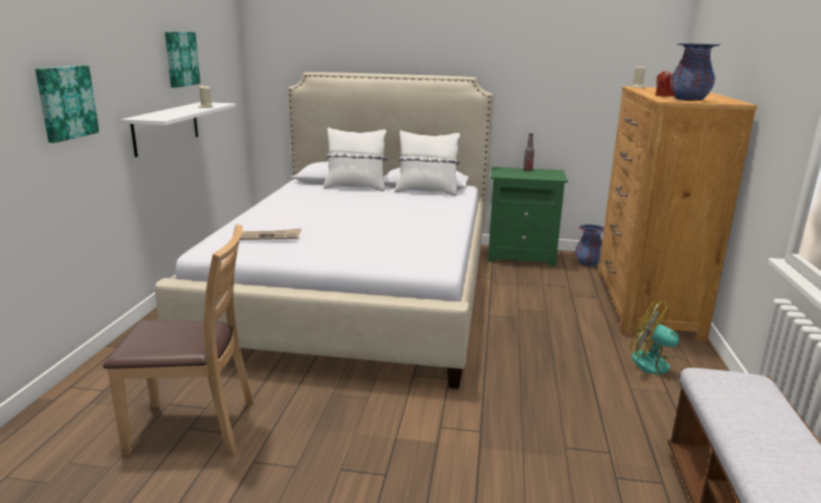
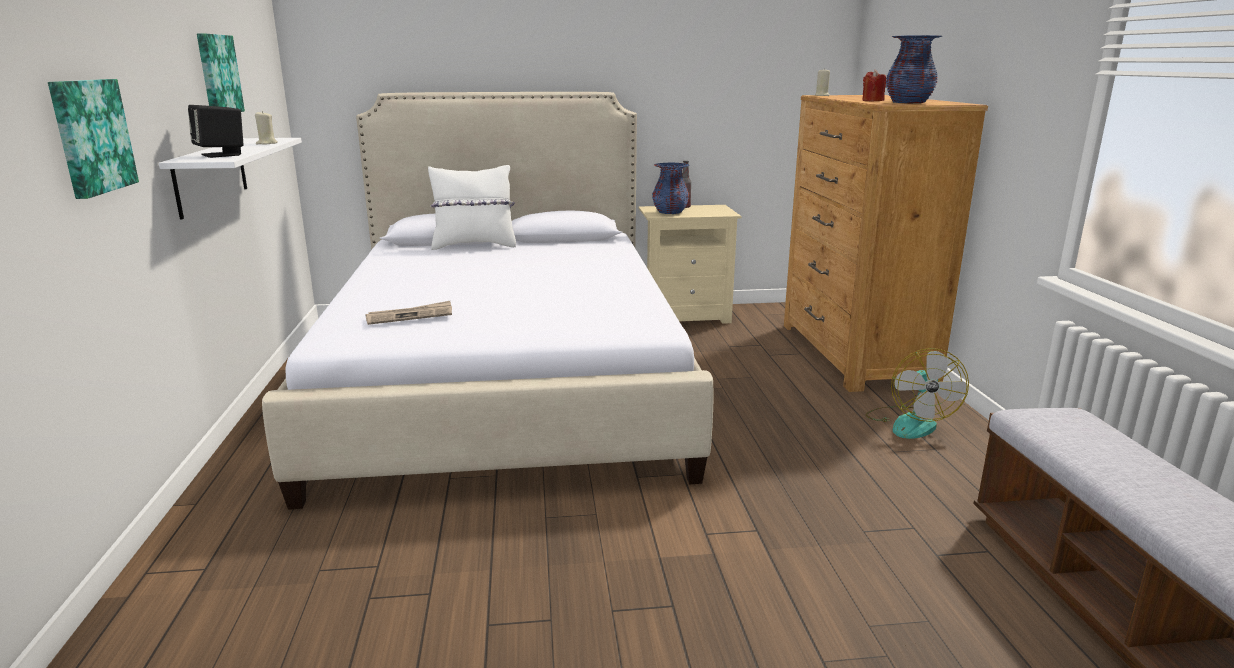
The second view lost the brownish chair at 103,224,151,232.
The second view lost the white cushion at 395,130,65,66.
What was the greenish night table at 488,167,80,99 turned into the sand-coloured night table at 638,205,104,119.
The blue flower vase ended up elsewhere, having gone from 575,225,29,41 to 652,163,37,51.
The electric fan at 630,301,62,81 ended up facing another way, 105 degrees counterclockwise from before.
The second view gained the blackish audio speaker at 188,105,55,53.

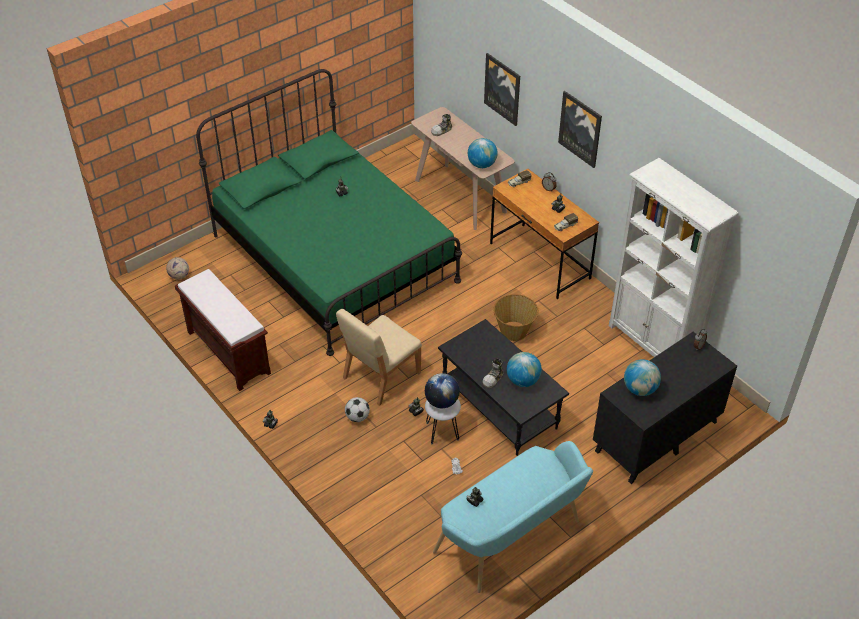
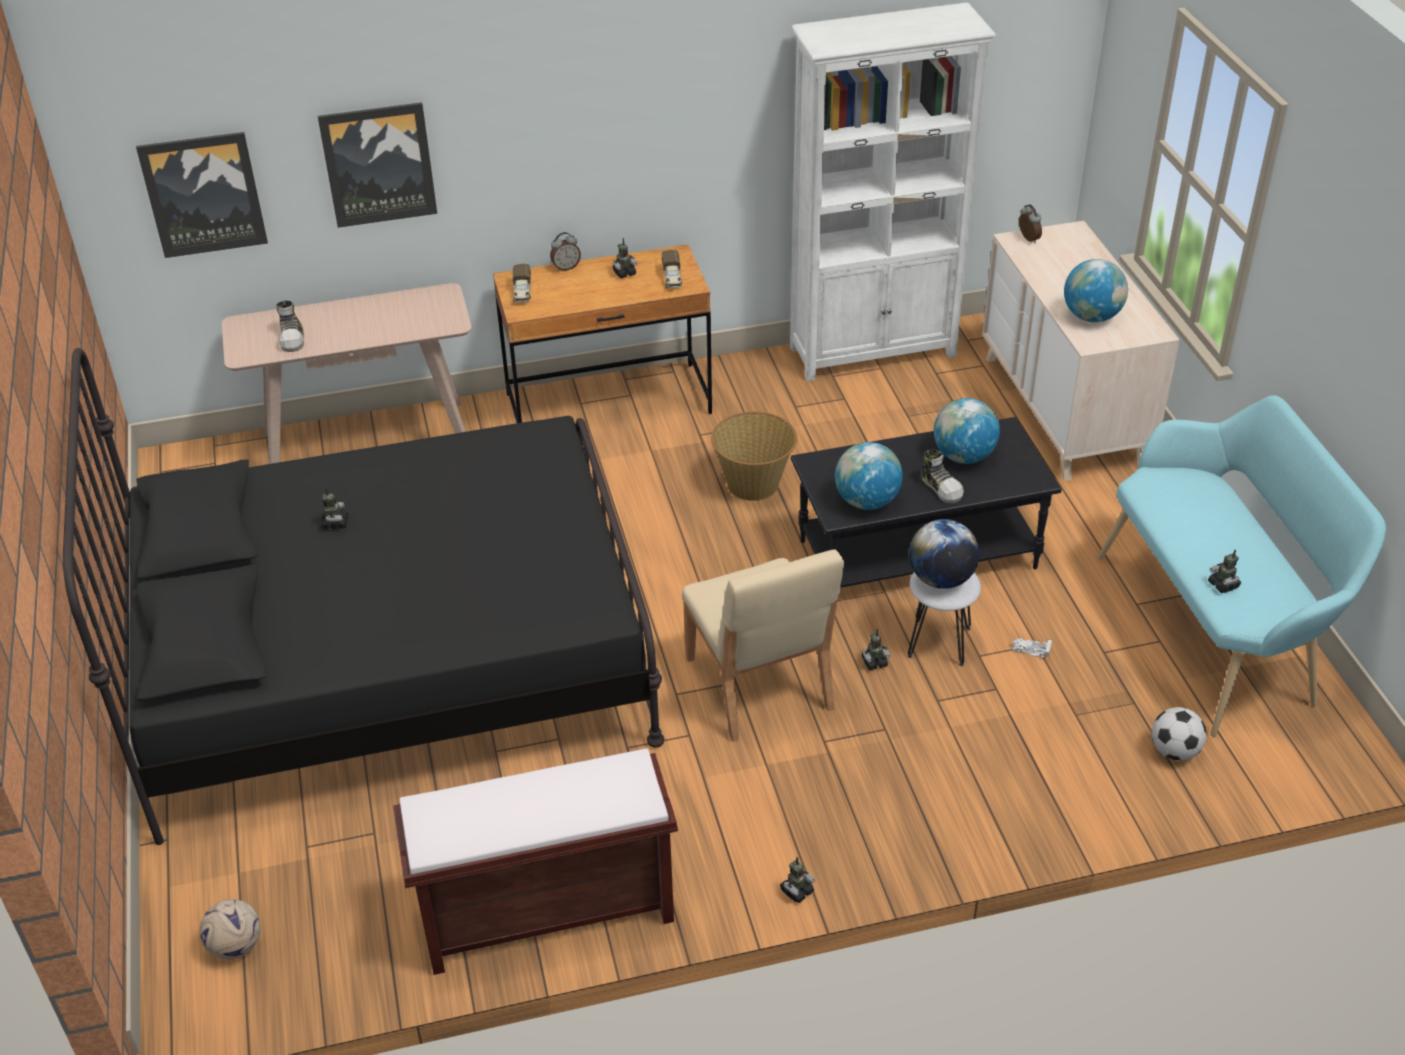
What was the greenish bed at 196,69,266,287 turned into the blackish bed at 63,348,601,497.
The ball for football ended up elsewhere, having gone from 345,397,25,25 to 1152,707,55,54.
The globe ended up elsewhere, having gone from 468,138,30,30 to 835,442,68,68.
The wall picture ended up elsewhere, having gone from 558,91,44,77 to 136,132,132,126.
What was the blackish drawer chest at 593,332,144,152 turned into the sand-coloured drawer chest at 982,221,198,260.

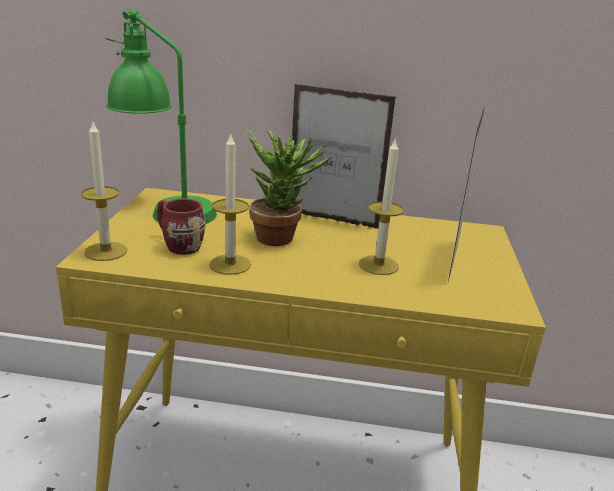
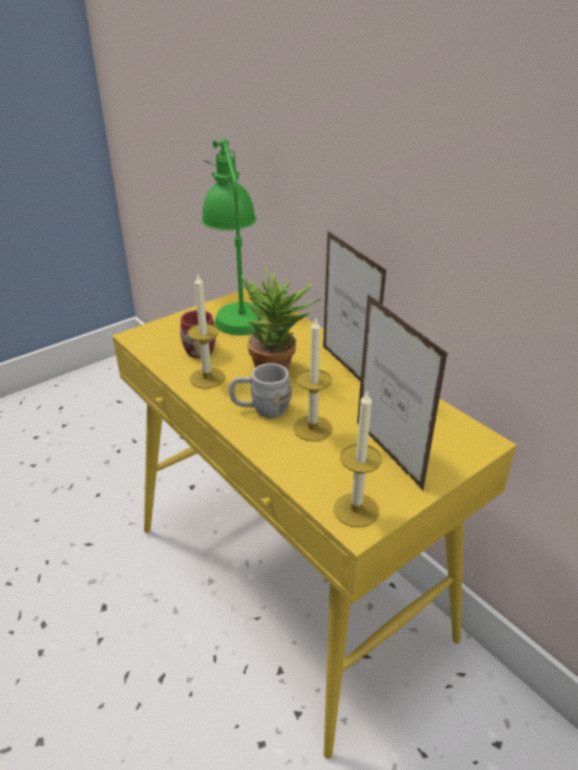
The wax light ended up elsewhere, having gone from 81,122,46,139 to 334,390,48,138.
The photo frame at 448,106,37,175 ended up facing another way, 90 degrees clockwise from before.
The second view gained the grey mug at 229,363,63,55.

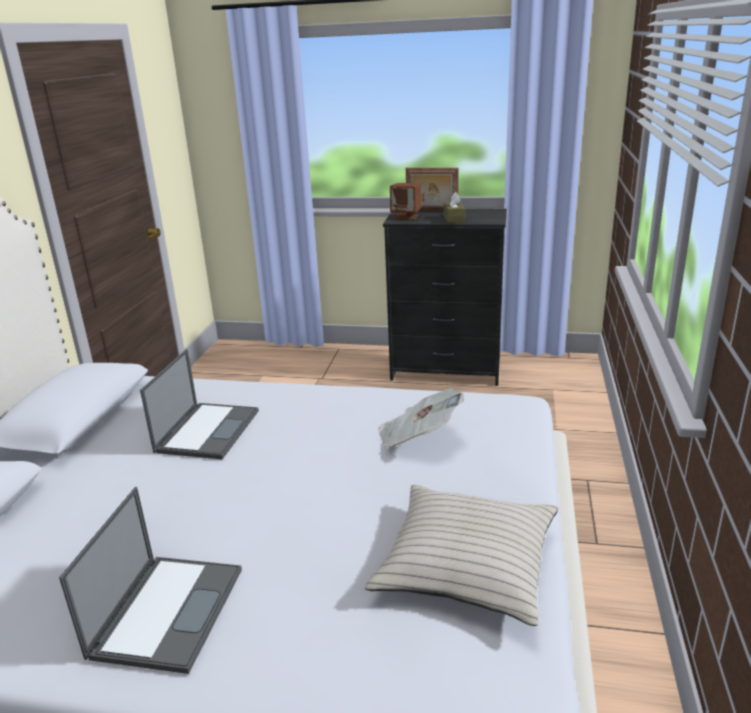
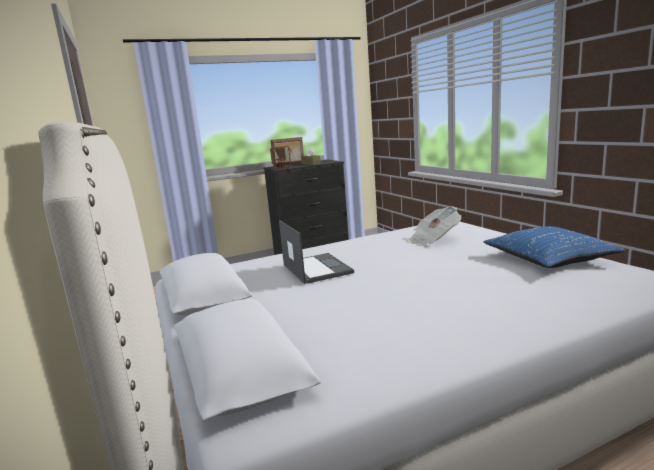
The second view lost the notebook computer at 59,487,183,187.
What was the sand-coloured cushion at 365,485,193,141 turned into the blue cushion at 483,226,142,42.

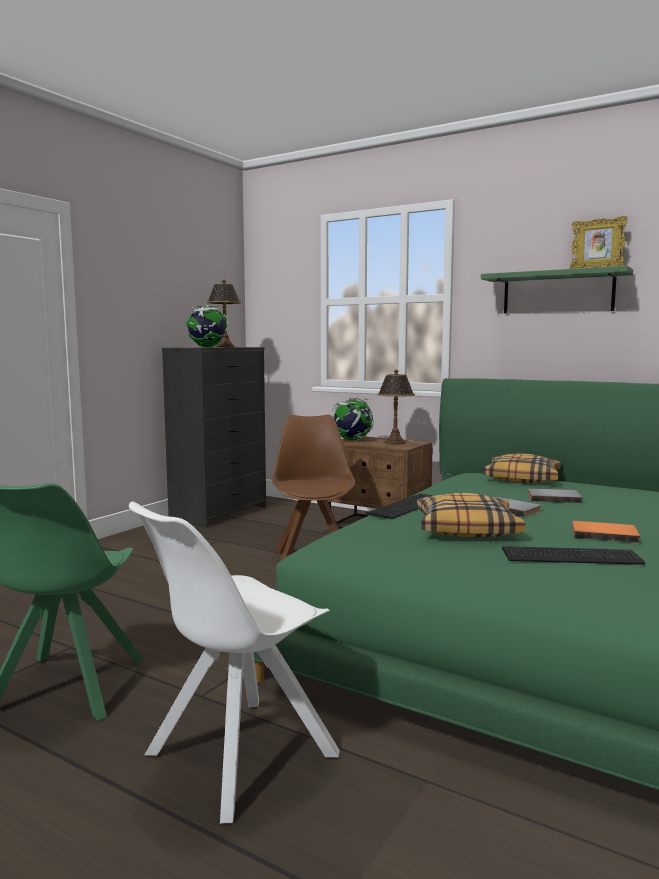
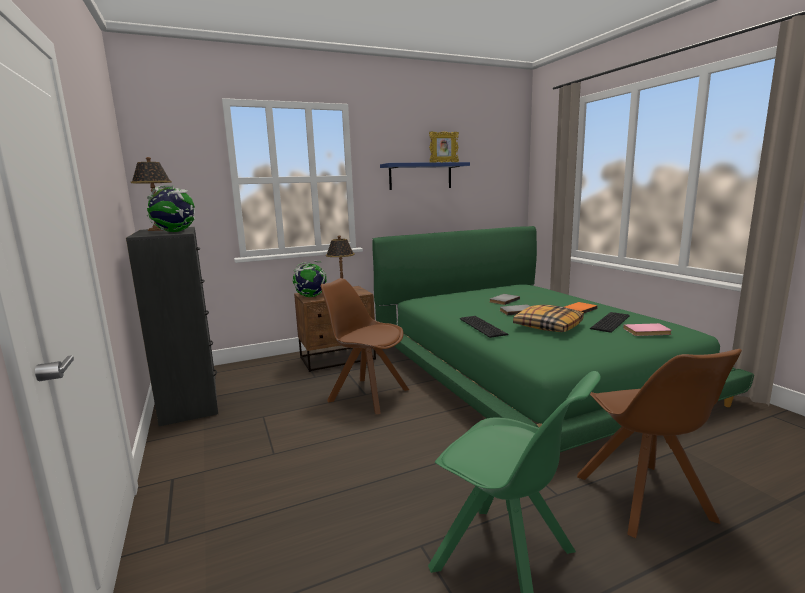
What was the white chair at 129,502,211,322 turned into the brownish chair at 577,349,165,189.
What was the greenish bracket shelf at 481,266,152,47 turned into the blue bracket shelf at 380,162,90,28.
The second view lost the cushion at 483,454,78,29.
The second view gained the pinkish volume at 623,323,49,13.

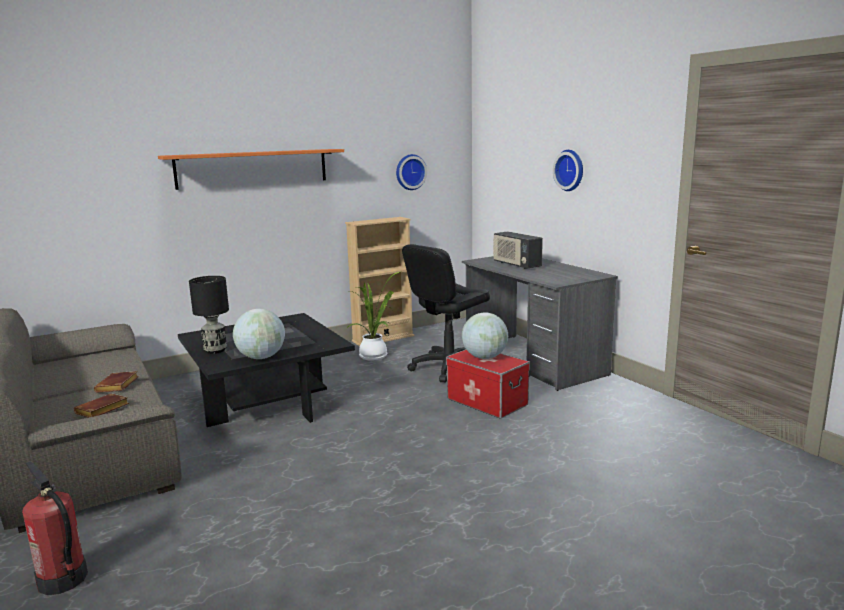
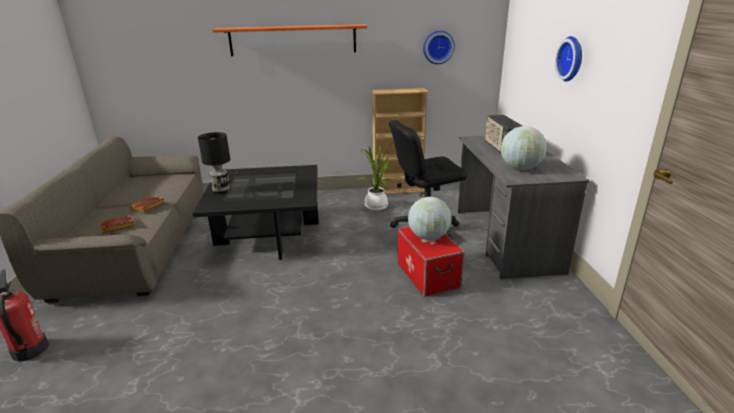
The globe ended up elsewhere, having gone from 233,309,52,50 to 501,126,46,44.

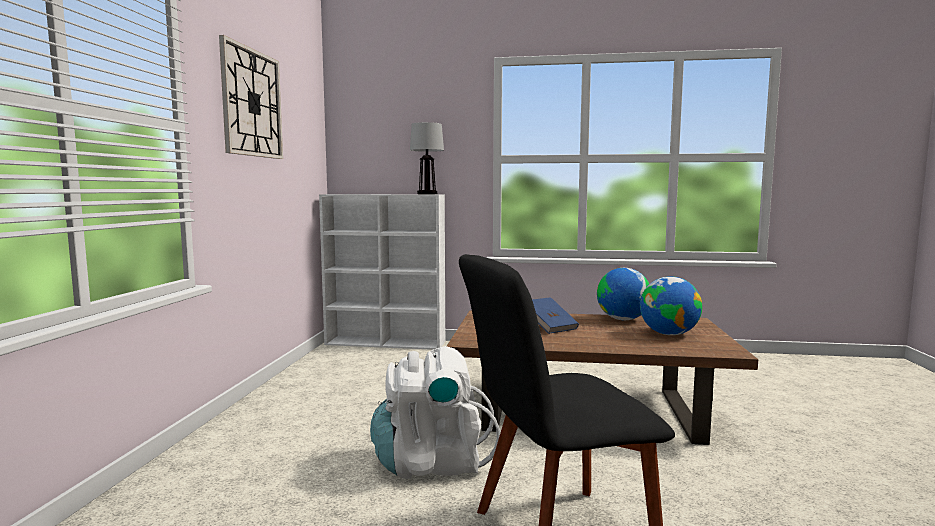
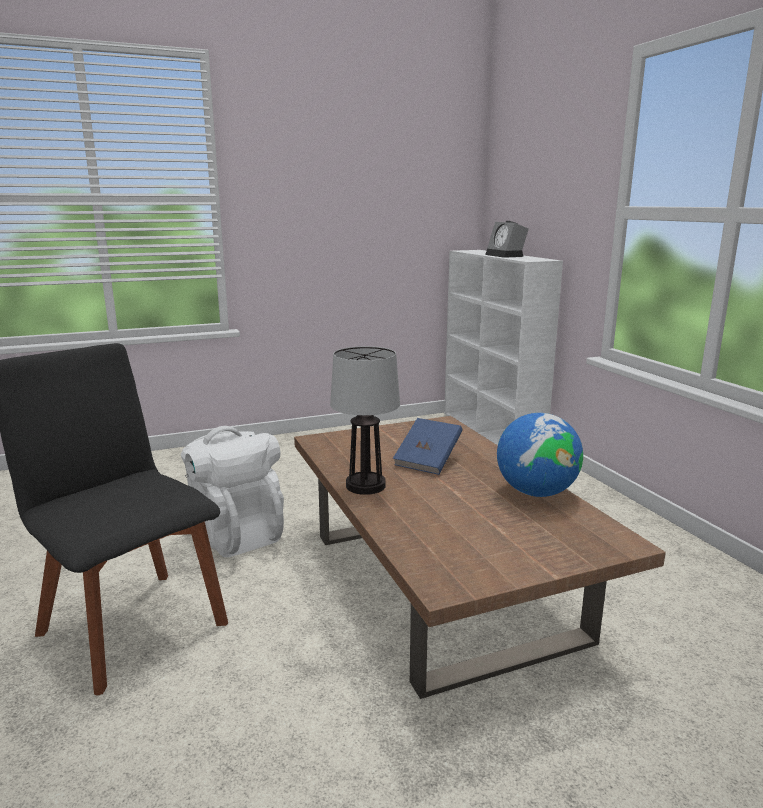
The second view lost the wall clock at 219,35,64,124.
The tabletop lamp ended up elsewhere, having gone from 410,122,34,72 to 330,346,70,149.
The second view lost the globe at 640,276,62,59.
The second view gained the alarm clock at 485,221,43,37.

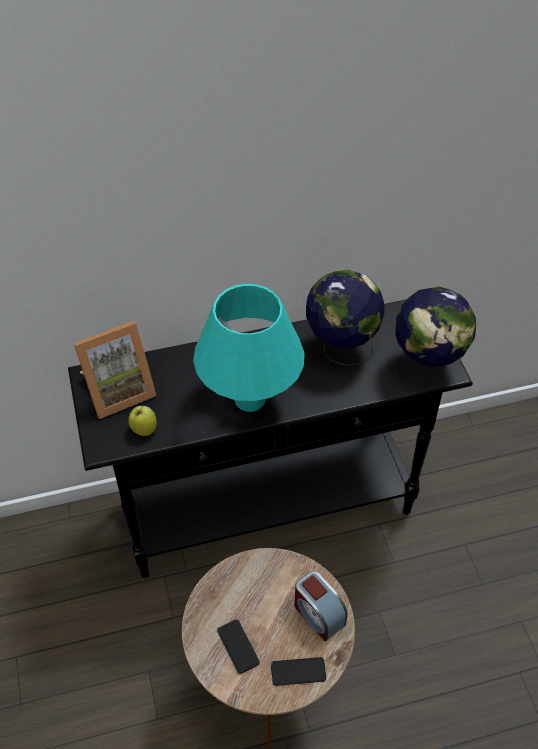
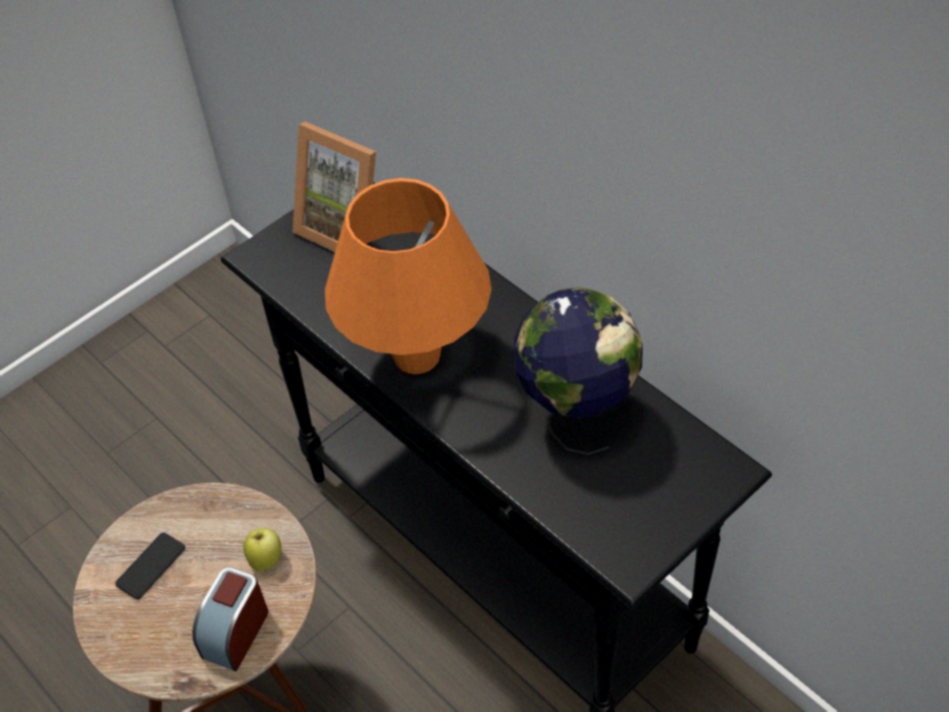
The apple ended up elsewhere, having gone from 129,406,28,30 to 243,528,39,43.
What was the turquoise tabletop lamp at 193,284,112,128 turned into the orange-coloured tabletop lamp at 325,178,167,196.
The second view lost the telephone at 271,657,55,29.
The second view lost the globe at 394,287,82,91.

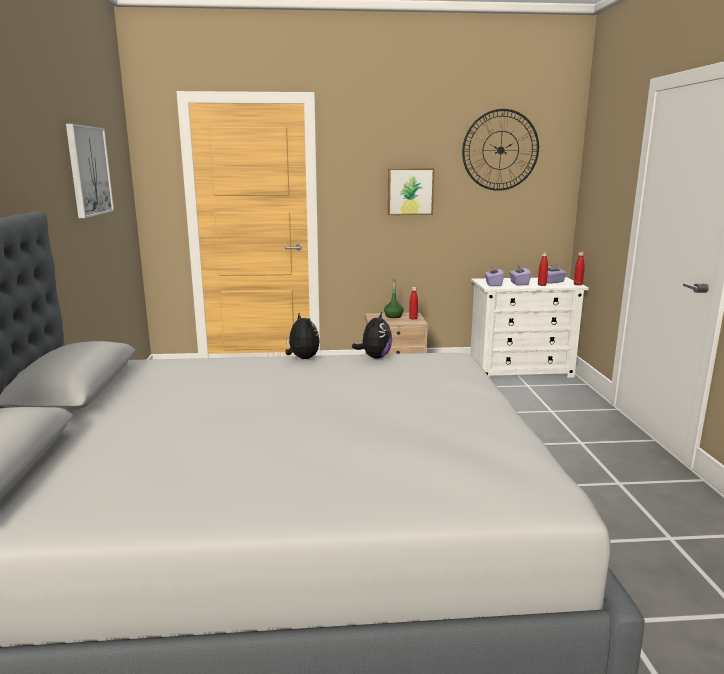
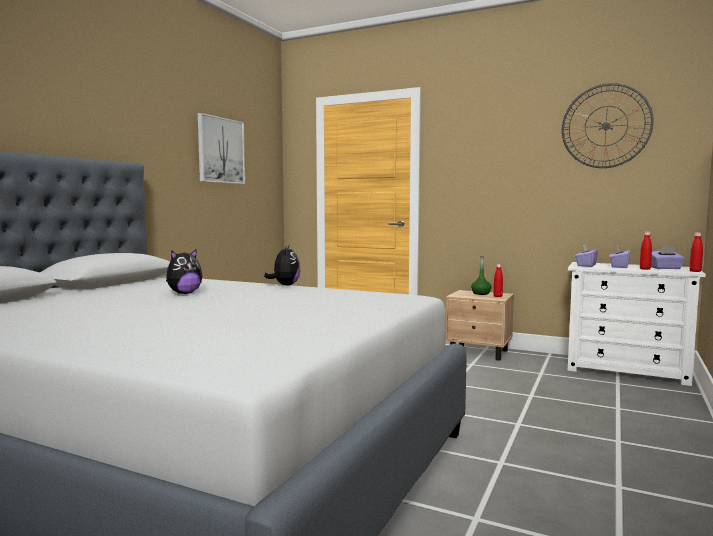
The cuddly toy ended up elsewhere, having gone from 352,312,40,47 to 166,249,37,45.
The second view lost the wall picture at 388,168,47,47.

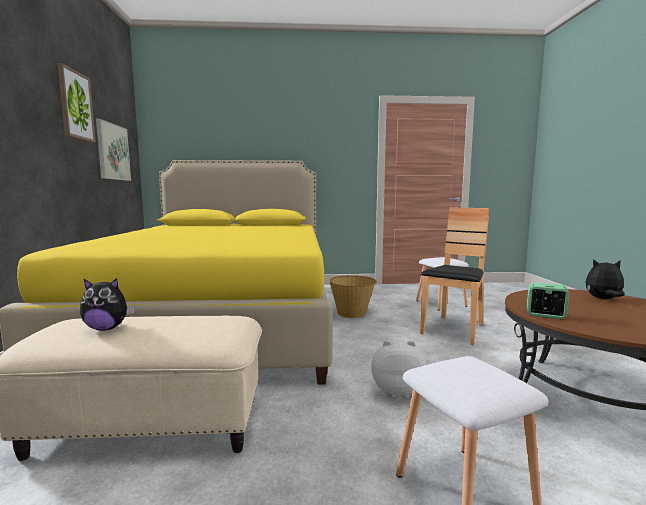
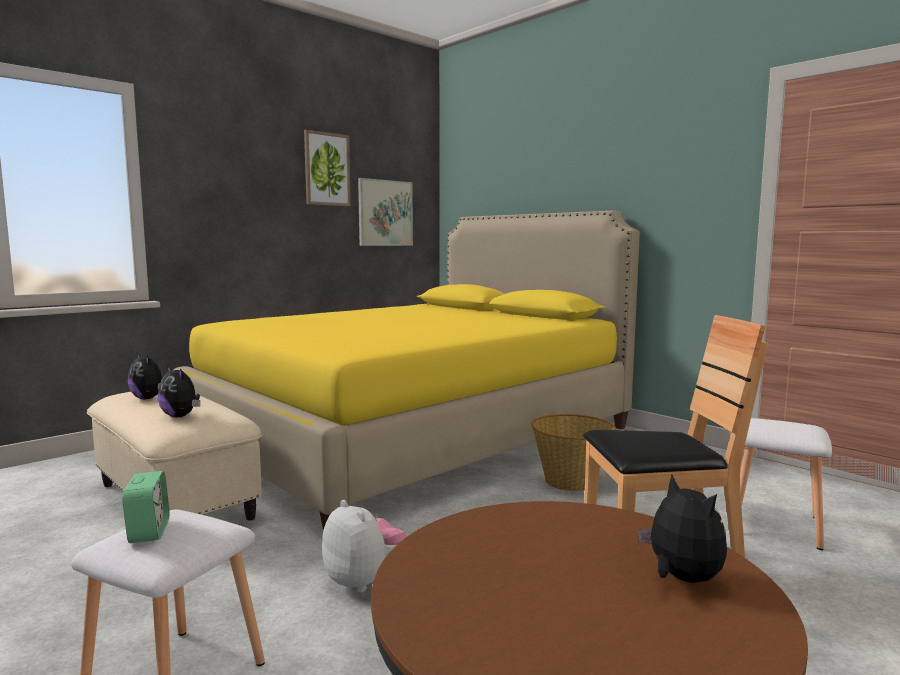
The alarm clock ended up elsewhere, having gone from 527,282,42,37 to 122,471,47,72.
The second view gained the cuddly toy at 158,365,42,52.

